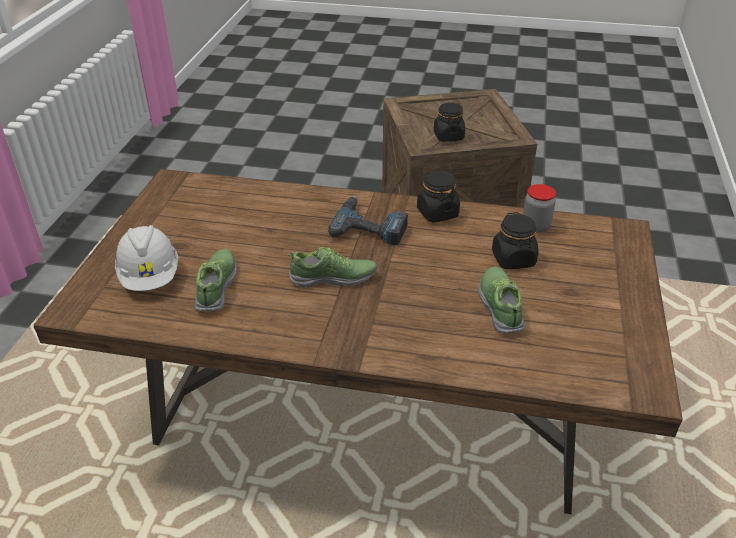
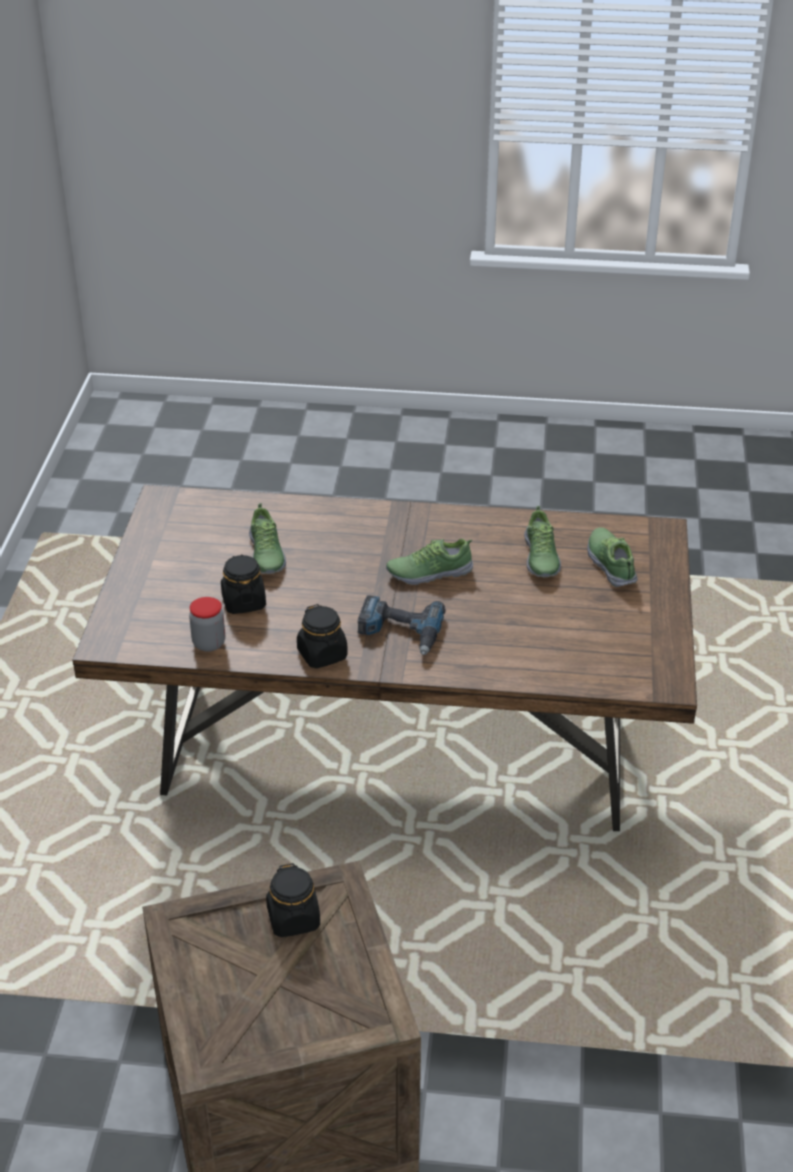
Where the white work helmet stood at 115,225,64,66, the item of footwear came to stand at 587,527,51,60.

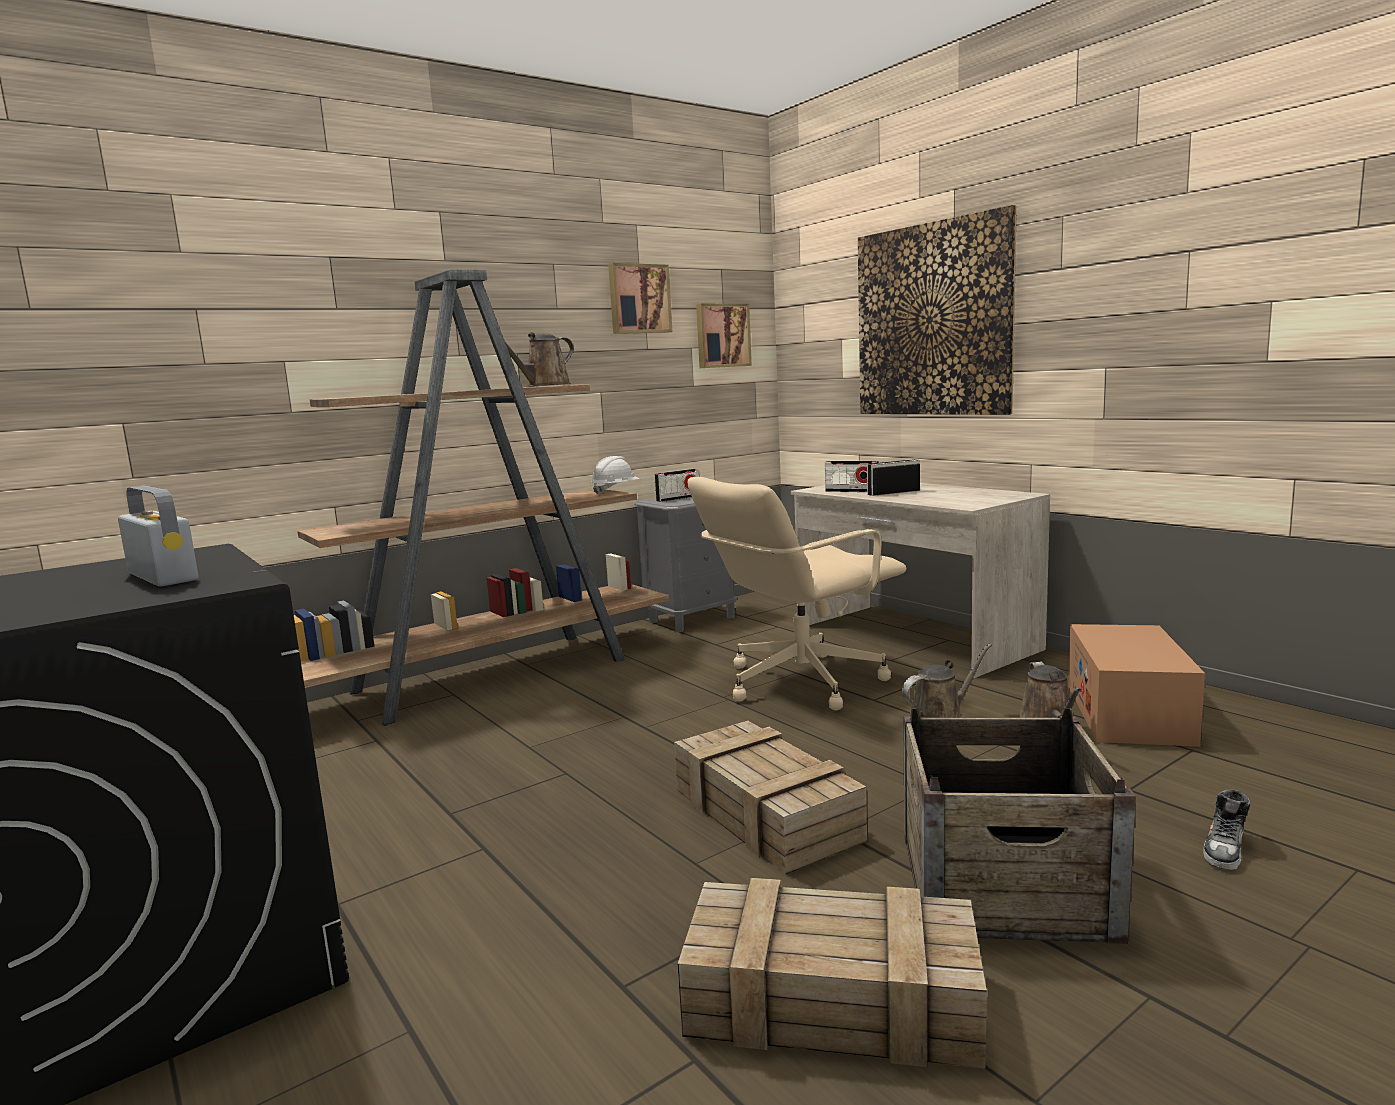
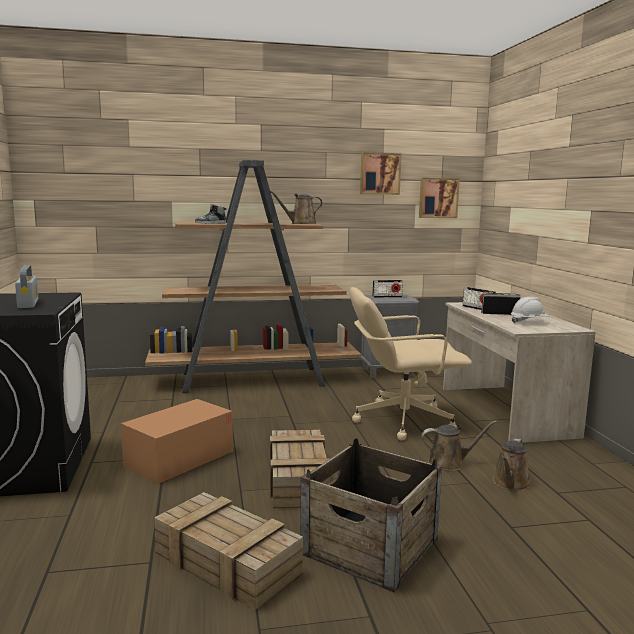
The white work helmet ended up elsewhere, having gone from 591,456,49,38 to 511,297,38,26.
The second view lost the wall picture at 858,205,159,210.
The cardboard box ended up elsewhere, having gone from 1068,624,137,123 to 121,399,112,85.
The item of footwear ended up elsewhere, having gone from 1203,789,47,81 to 195,204,32,20.

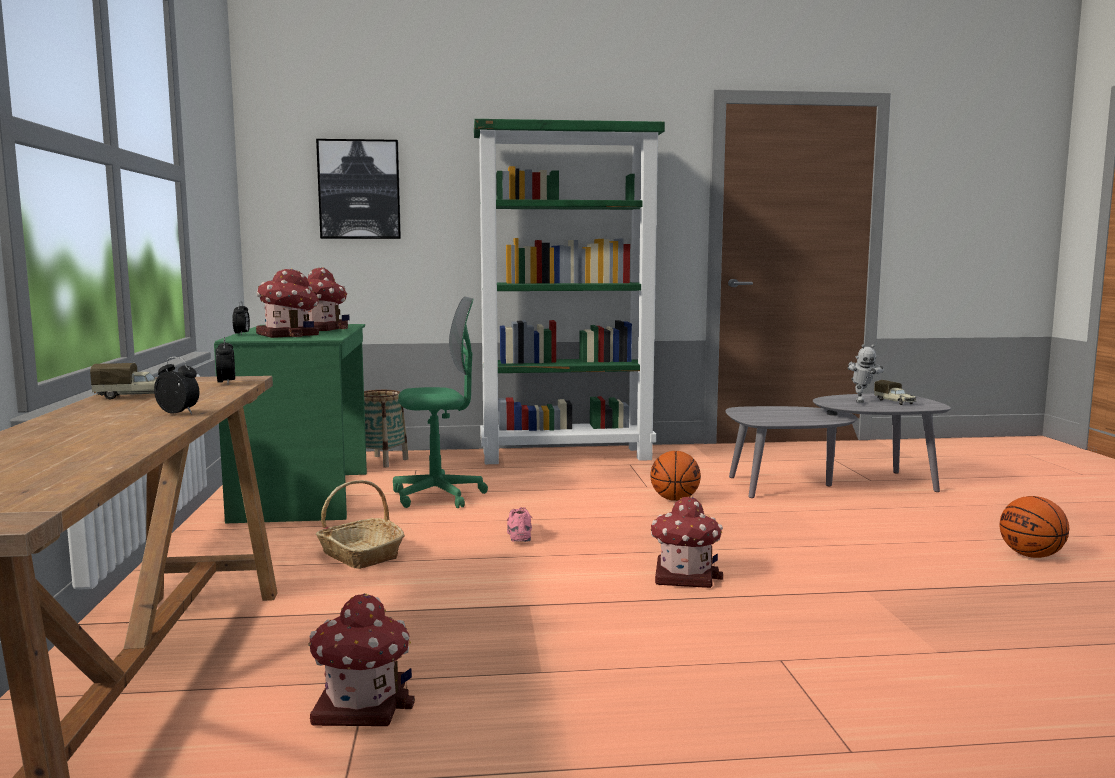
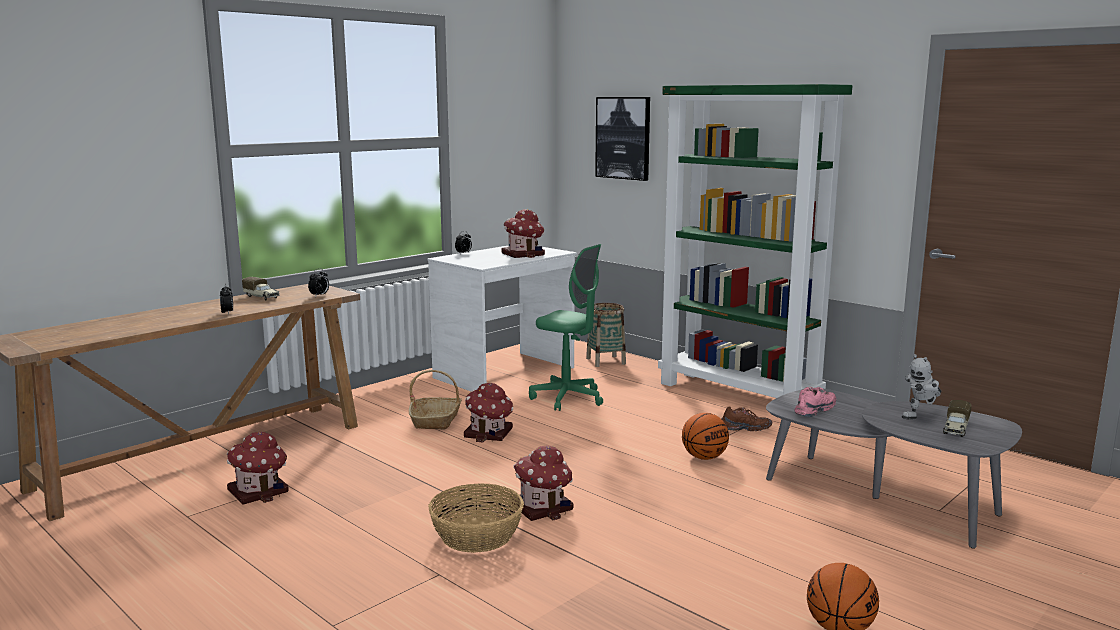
What was the greenish desk table at 214,324,153,199 turned into the white desk table at 427,245,150,147.
The toy house ended up elsewhere, having gone from 256,268,63,70 to 464,383,50,60.
The pinkish item of footwear ended up elsewhere, having gone from 507,507,25,35 to 795,387,41,30.
The second view gained the storage basket at 428,483,96,70.
The second view gained the brownish item of footwear at 722,406,50,25.

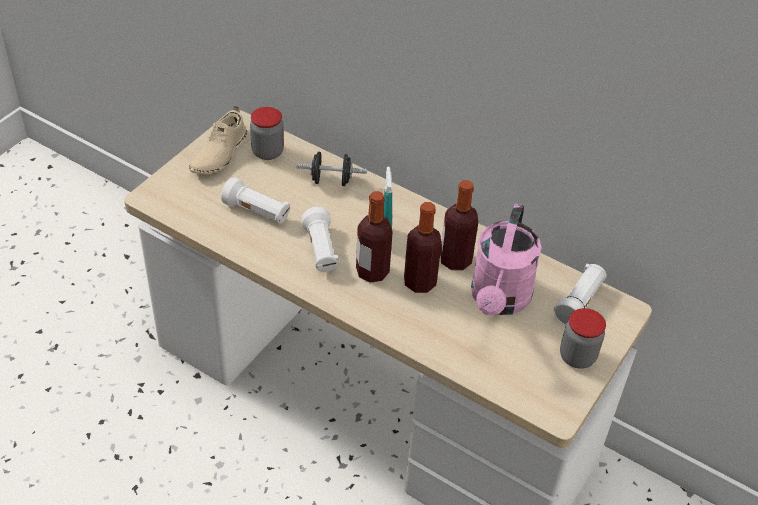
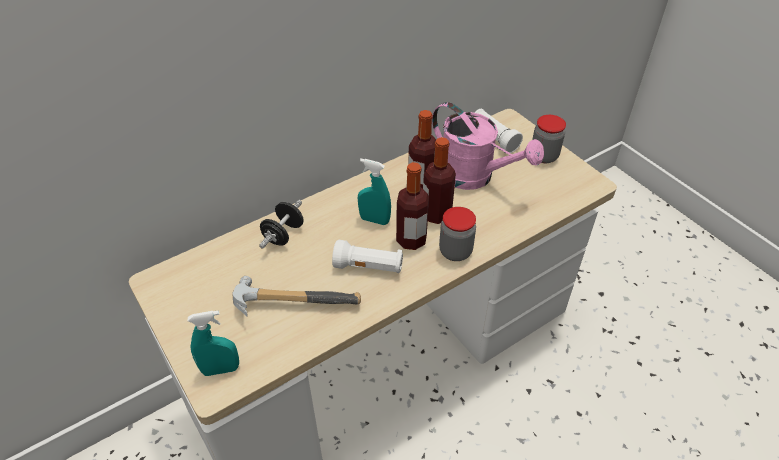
The second view lost the sand-coloured item of footwear at 189,106,58,68.
Where the white torch stood at 221,177,68,47, the tool hammer came to stand at 233,276,128,40.
The jar ended up elsewhere, having gone from 250,107,34,53 to 439,207,37,54.
The second view gained the turquoise sprayer at 188,310,51,66.

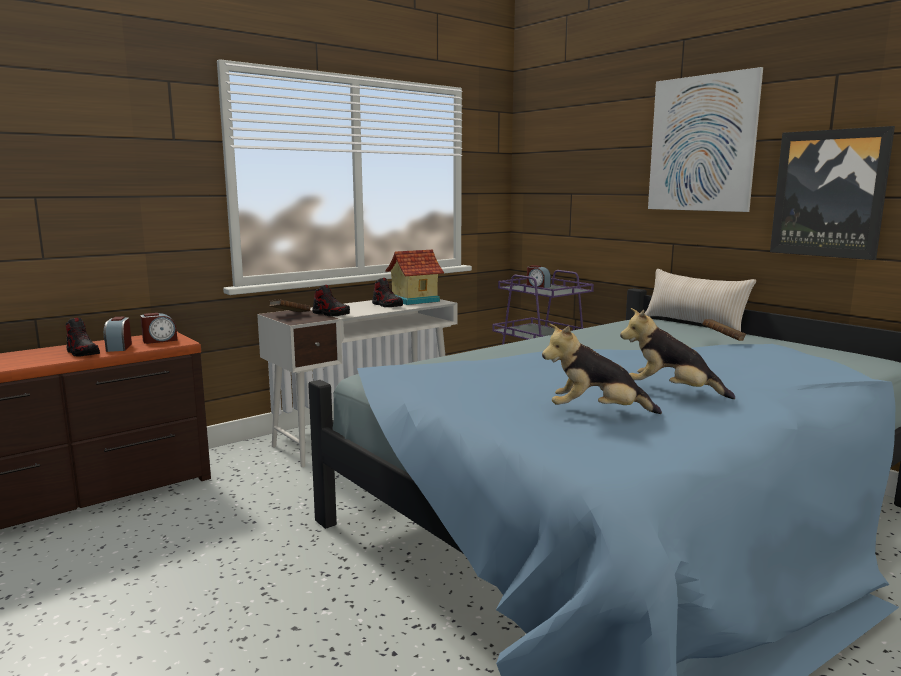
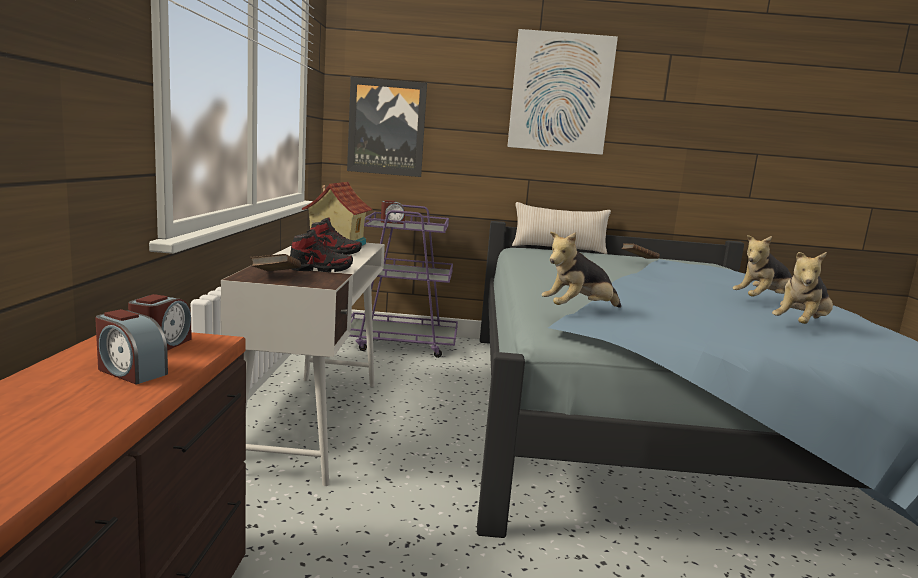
The second view lost the item of footwear at 65,318,35,39.
The wall picture ended up elsewhere, having gone from 770,126,125,134 to 347,77,80,100.
The second view gained the cuddly toy at 542,231,79,77.

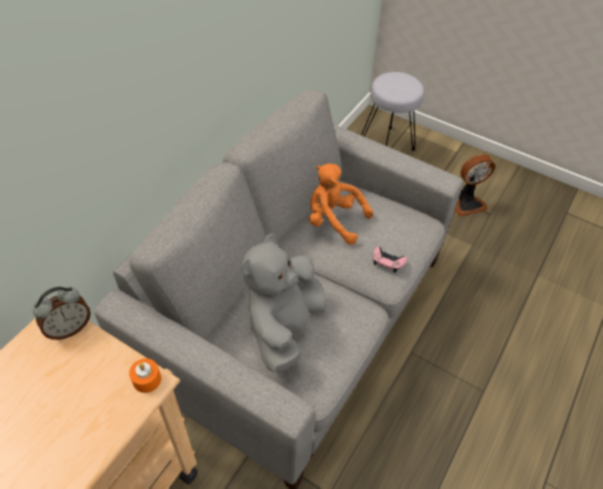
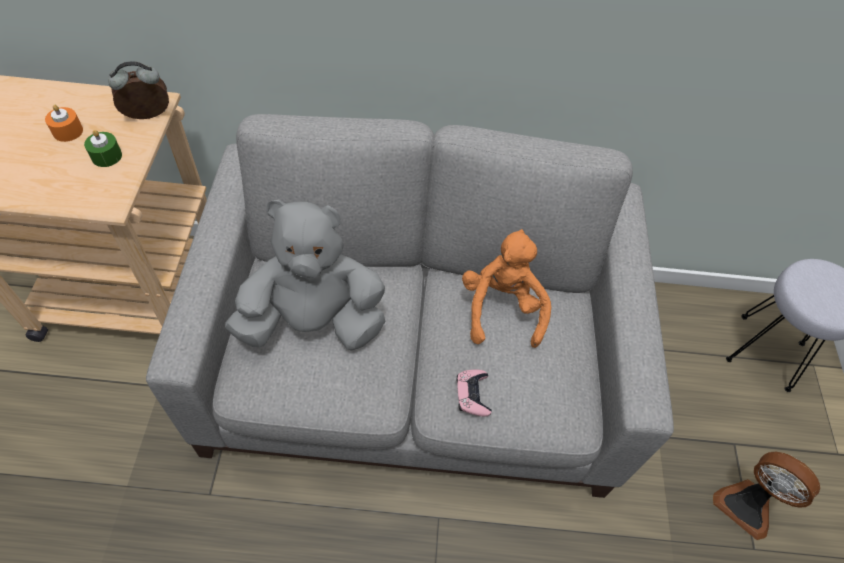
The alarm clock at 33,287,58,53 ended up facing another way, 135 degrees clockwise from before.
The orange-coloured wax light ended up elsewhere, having gone from 129,358,32,35 to 45,105,38,37.
The second view gained the greenish wax light at 84,130,38,37.

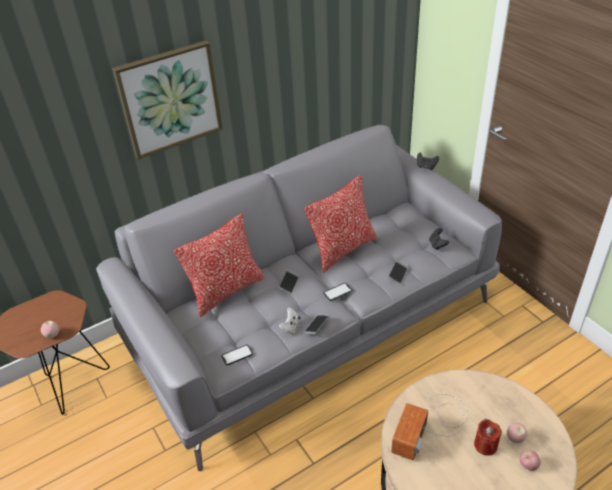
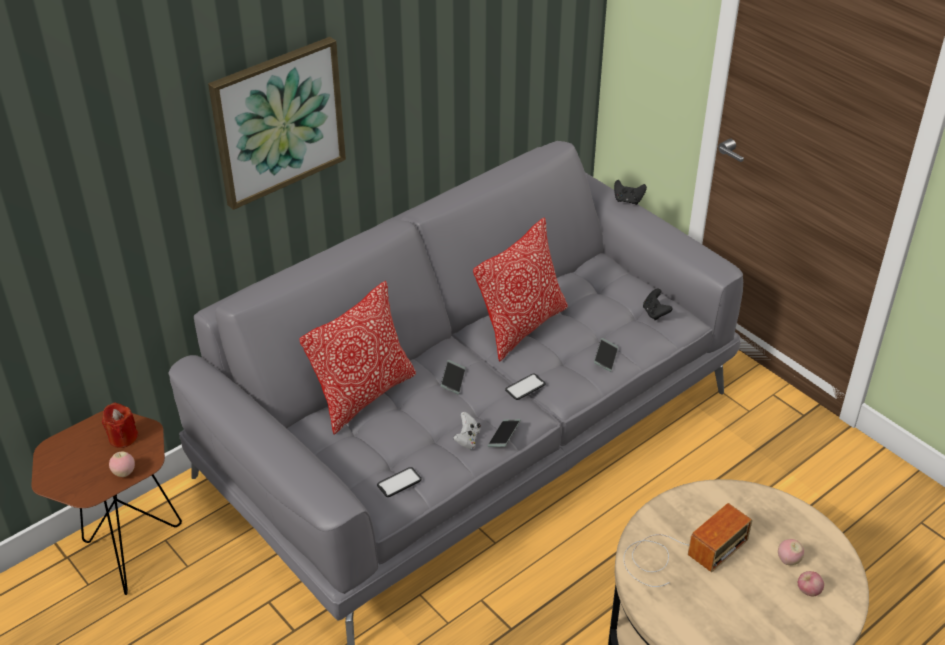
The radio receiver at 391,394,78,67 ended up facing another way, 150 degrees counterclockwise from before.
The red-coloured wax light ended up elsewhere, having gone from 474,419,28,37 to 102,402,36,46.

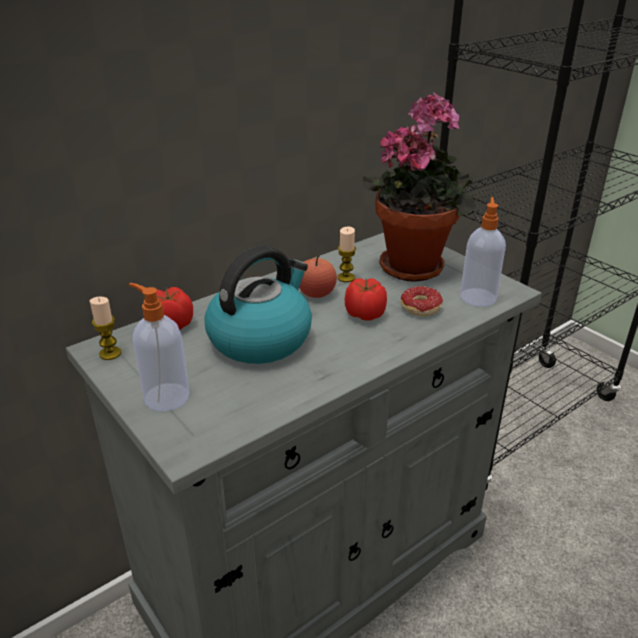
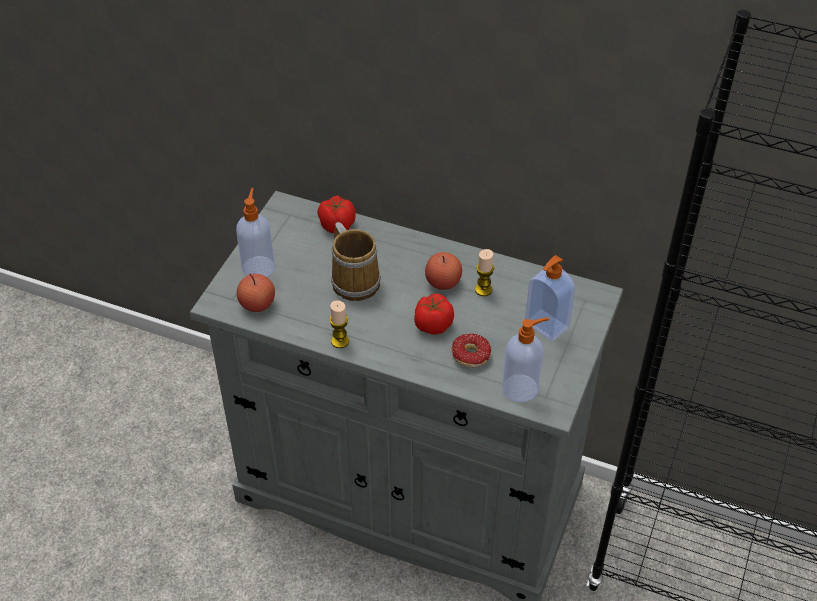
The wax light ended up elsewhere, having gone from 90,297,31,63 to 329,300,20,48.
Where the tea kettle stood at 204,245,108,119, the mug came to stand at 331,222,50,79.
Where the potted plant stood at 362,92,114,190, the soap dispenser came to stand at 525,255,50,86.
The second view gained the apple at 237,274,38,38.

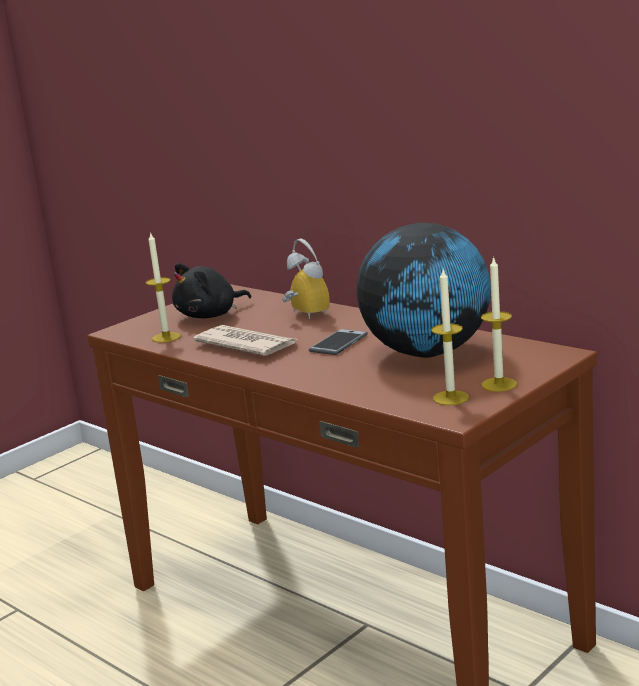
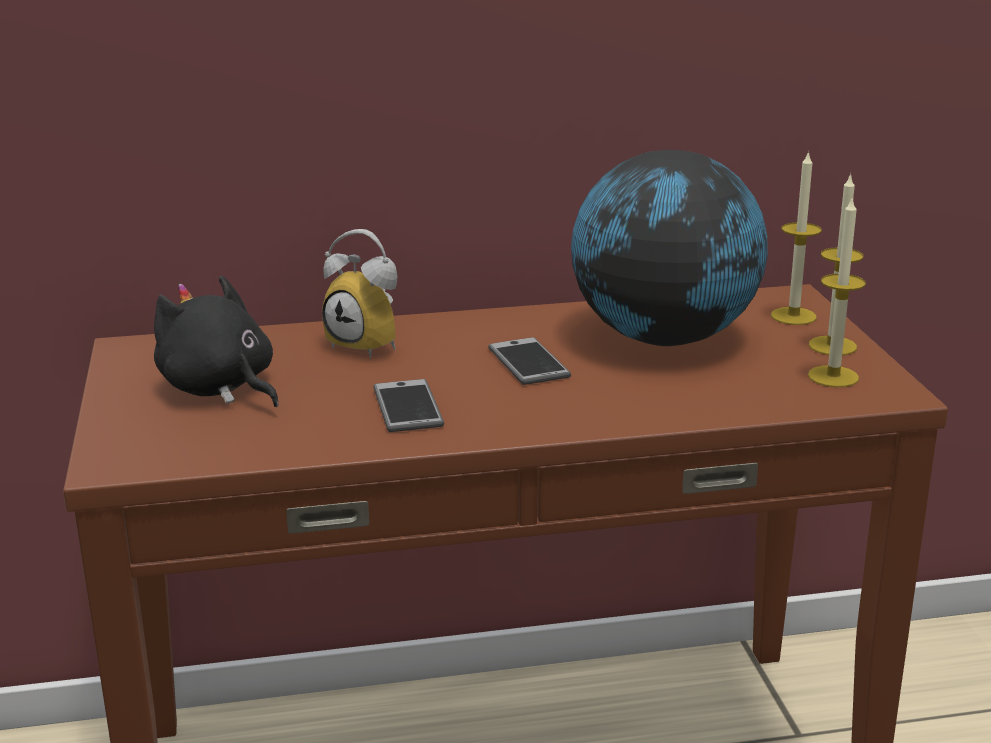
The wax light ended up elsewhere, having gone from 145,231,36,112 to 771,151,50,174.
The blackish cuddly toy at 172,263,79,55 ended up facing another way, 135 degrees clockwise from before.
Where the daily paper stood at 193,325,104,31, the telephone came to stand at 373,379,71,53.
The alarm clock at 282,239,48,80 ended up facing another way, 150 degrees counterclockwise from before.

